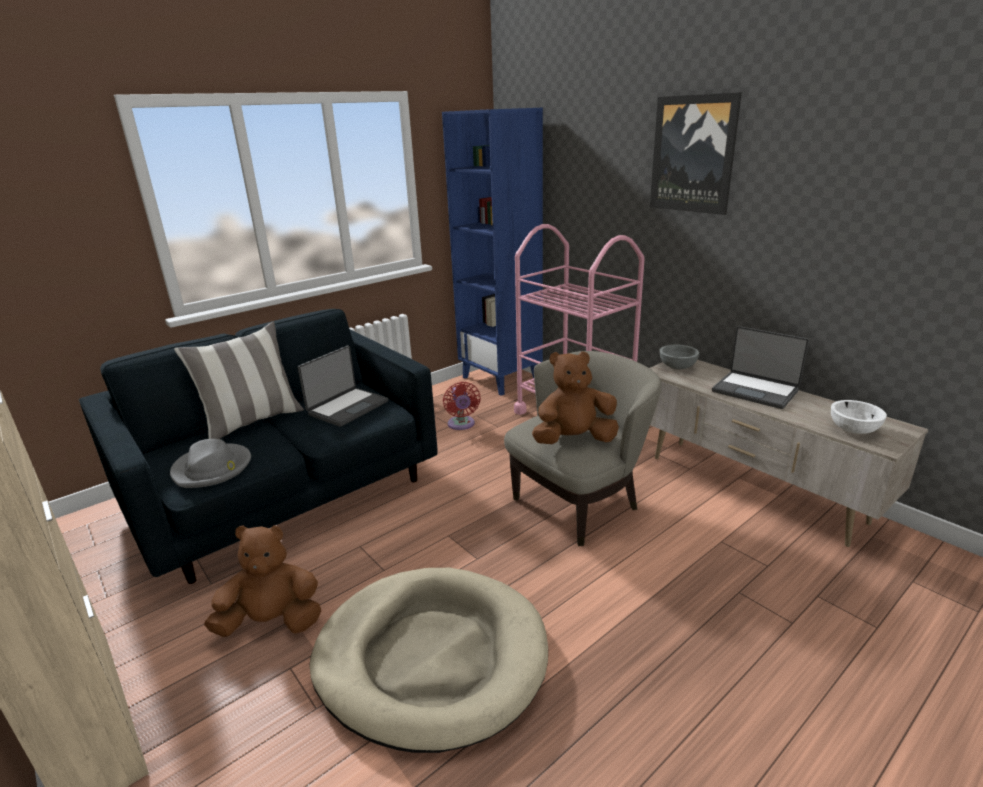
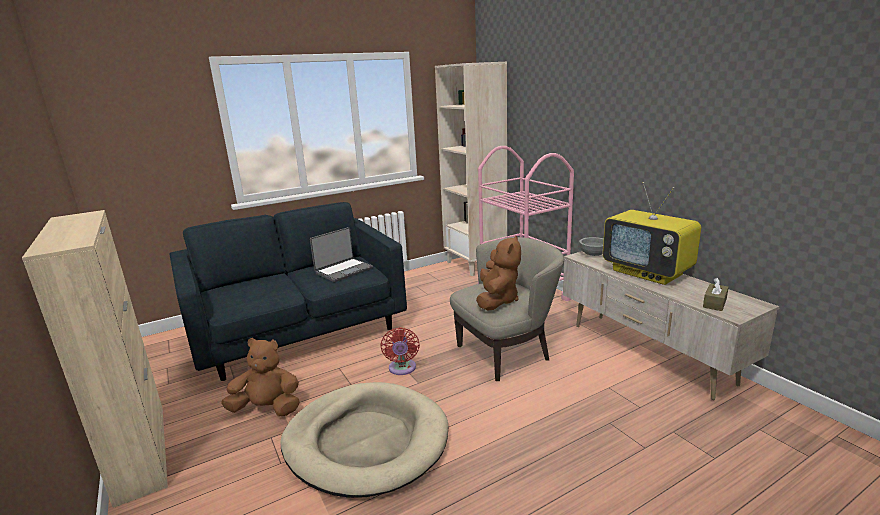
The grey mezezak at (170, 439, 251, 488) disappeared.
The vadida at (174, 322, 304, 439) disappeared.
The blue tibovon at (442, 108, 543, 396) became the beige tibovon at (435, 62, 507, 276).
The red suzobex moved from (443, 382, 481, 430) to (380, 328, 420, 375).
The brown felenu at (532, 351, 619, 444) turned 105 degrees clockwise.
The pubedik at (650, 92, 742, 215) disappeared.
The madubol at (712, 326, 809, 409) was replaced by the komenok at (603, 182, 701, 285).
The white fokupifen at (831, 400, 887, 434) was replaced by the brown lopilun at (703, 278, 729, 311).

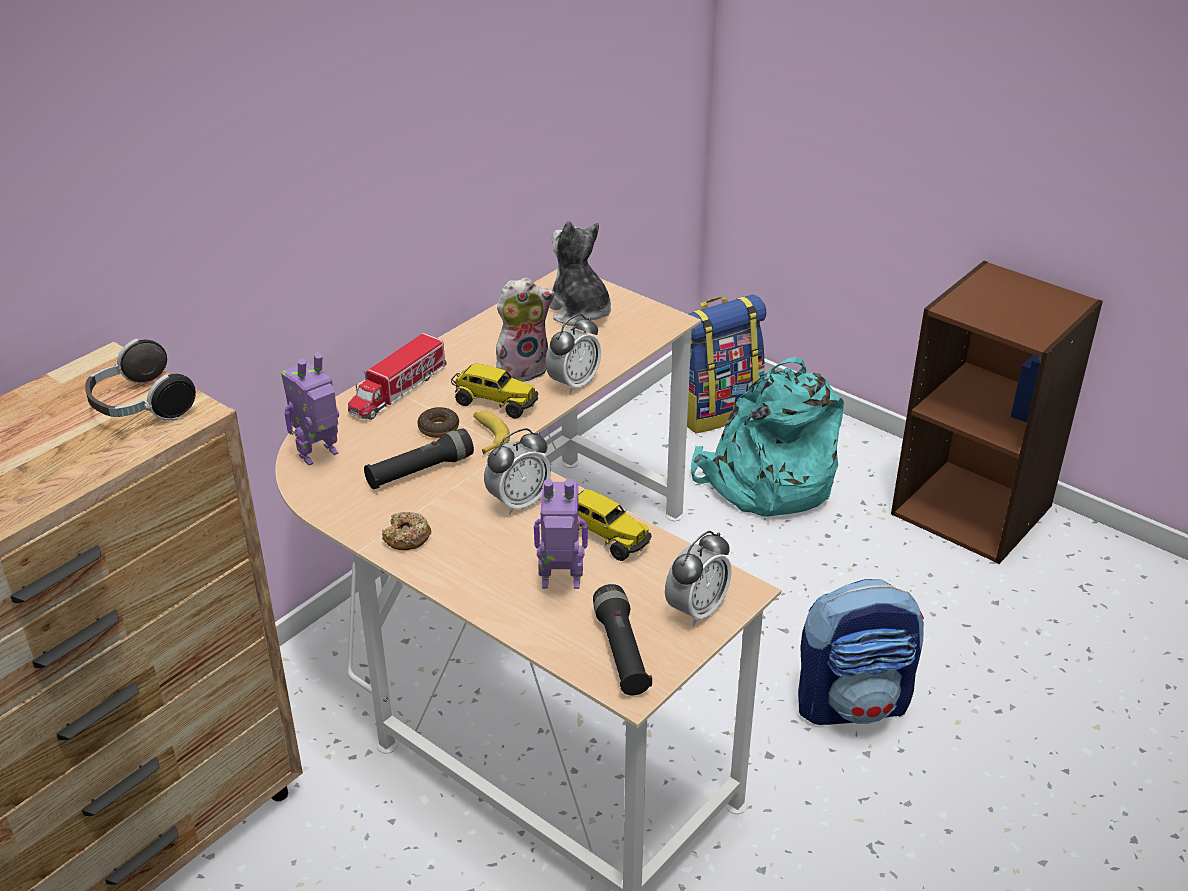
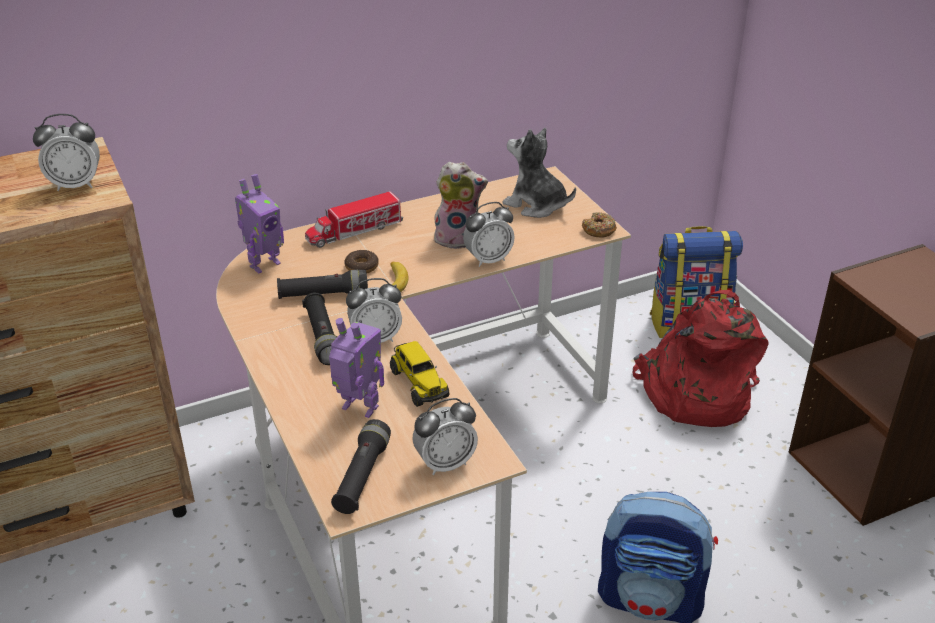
The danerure at (85, 339, 196, 421) was replaced by the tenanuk at (33, 114, 100, 191).
The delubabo at (281, 353, 339, 465) turned 150 degrees clockwise.
The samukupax moved from (382, 512, 431, 550) to (582, 212, 617, 238).
The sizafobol at (451, 364, 538, 419) disappeared.
The felenu at (549, 221, 611, 326) turned 45 degrees counterclockwise.
The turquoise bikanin at (691, 357, 844, 517) became the red bikanin at (633, 290, 768, 427).
The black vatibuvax at (302, 292, 337, 365) appeared.

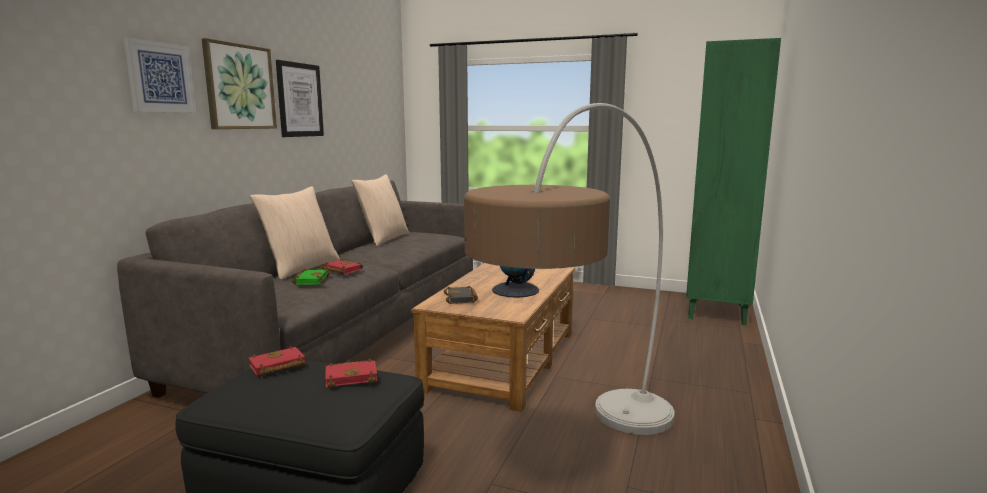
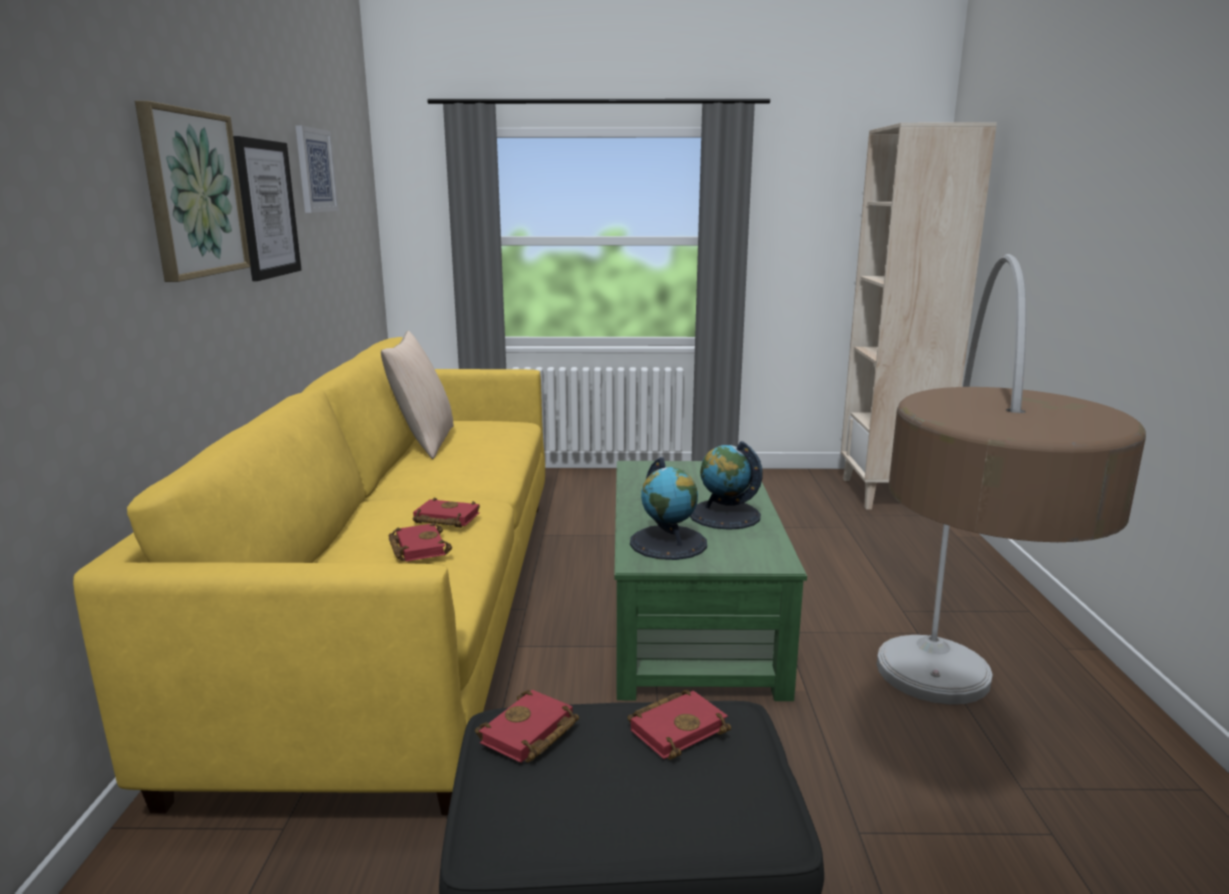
The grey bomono at (117, 180, 473, 398) became the yellow bomono at (73, 337, 545, 815).
The pubedik moved from (124, 38, 196, 113) to (295, 125, 339, 213).
The beige vadida at (250, 186, 340, 280) disappeared.
The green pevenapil at (292, 269, 331, 285) became the red pevenapil at (389, 523, 452, 561).
The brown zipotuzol at (411, 263, 575, 412) became the green zipotuzol at (614, 461, 807, 701).
The black pevenapil at (444, 286, 478, 304) was replaced by the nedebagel at (630, 457, 707, 560).
The green tibovon at (686, 38, 781, 325) became the beige tibovon at (841, 123, 997, 509).

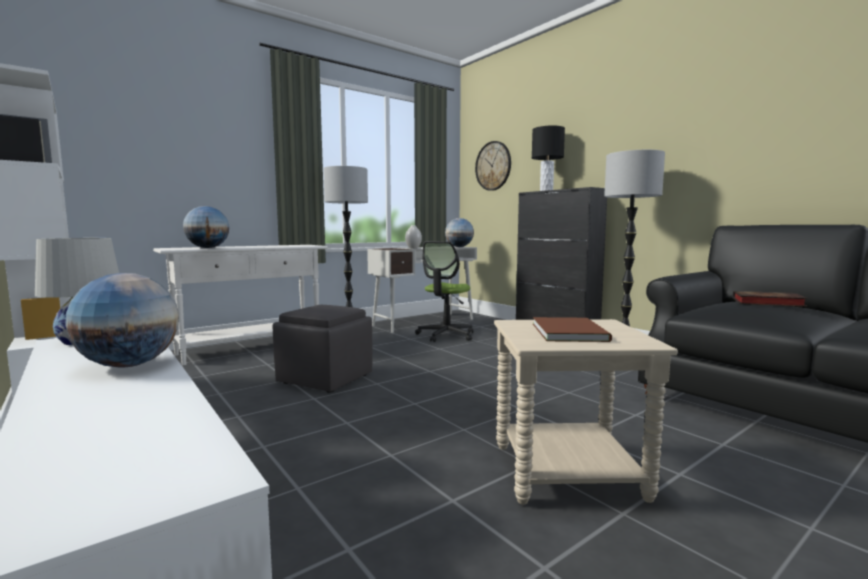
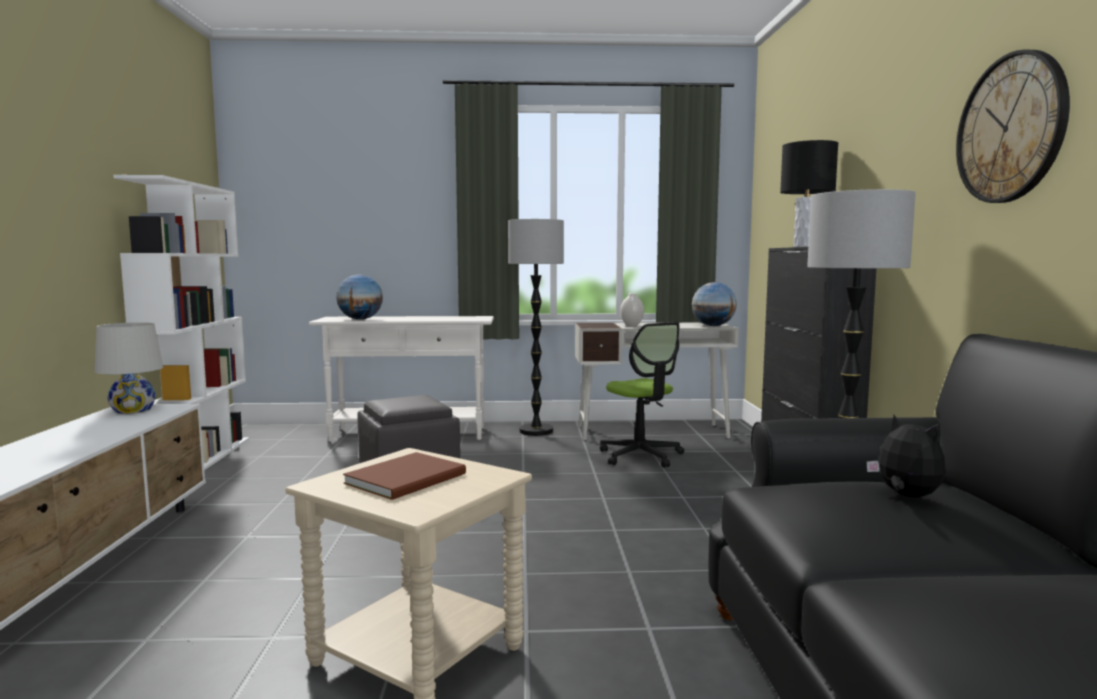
The nedebagel at (65, 273, 179, 368) disappeared.
The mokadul at (415, 241, 473, 342) turned 90 degrees counterclockwise.
The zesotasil moved from (475, 141, 511, 191) to (956, 50, 1070, 203).
The pevenapil at (733, 291, 808, 307) was replaced by the felenu at (866, 415, 946, 498).

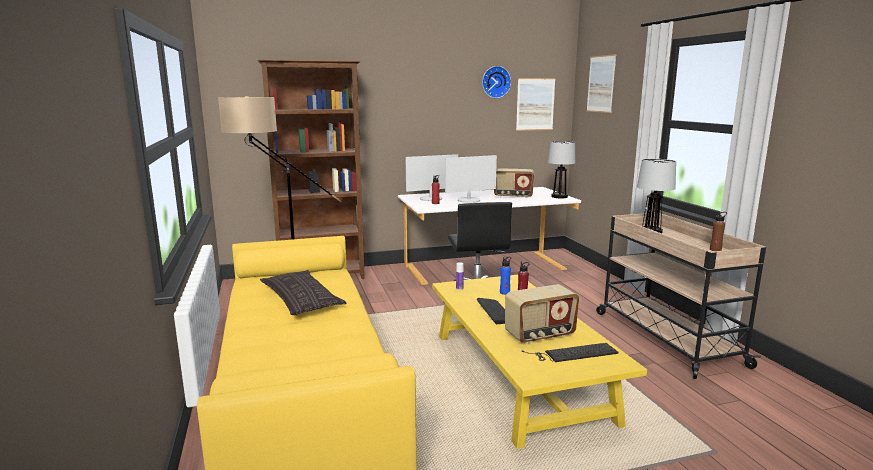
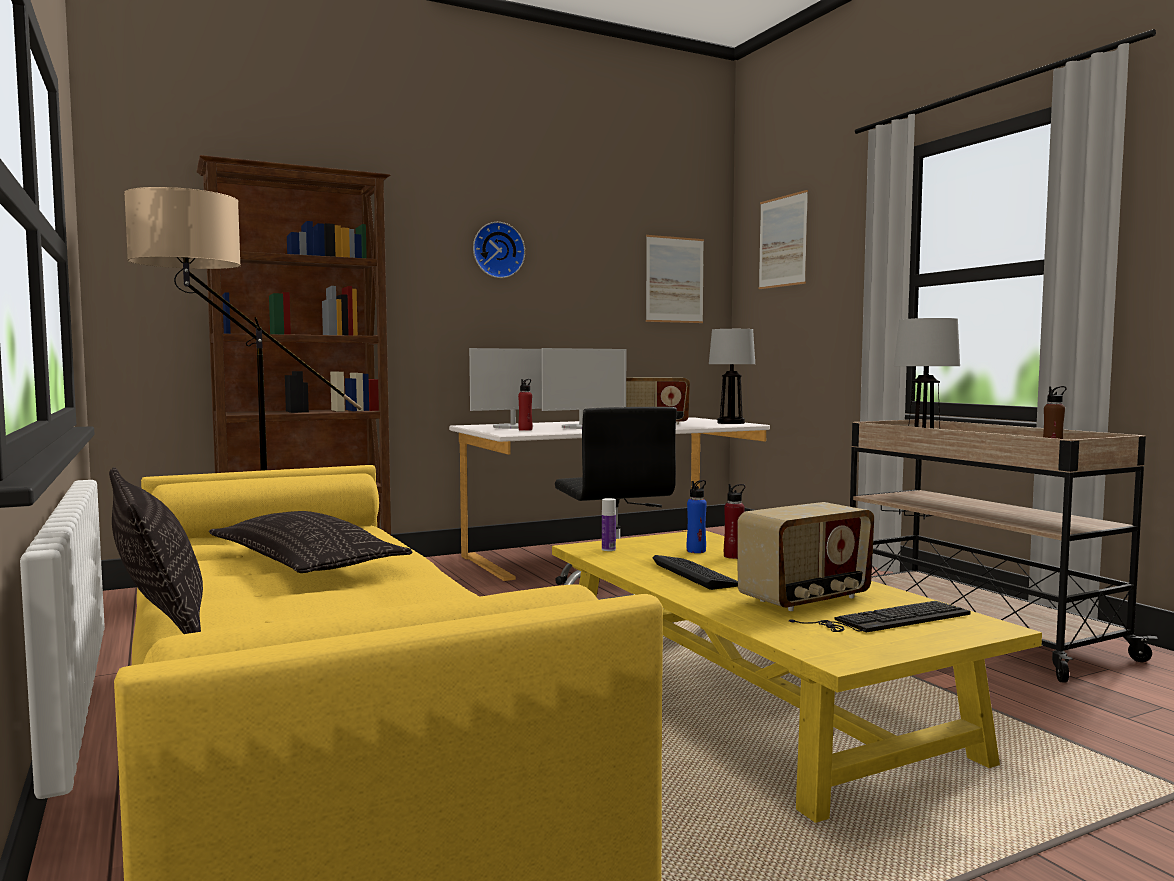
The zesotasil moved from (482, 66, 511, 98) to (473, 222, 525, 278).
The vadida at (109, 467, 203, 634) appeared.

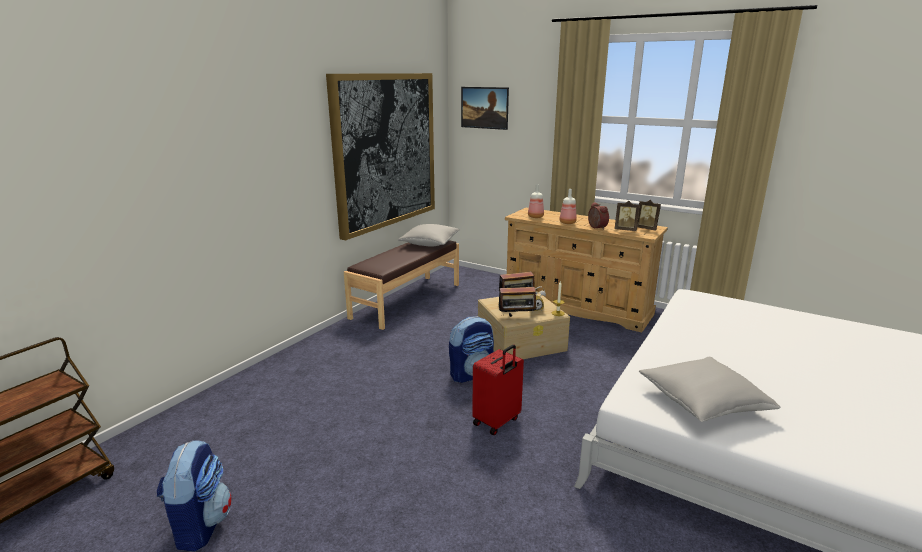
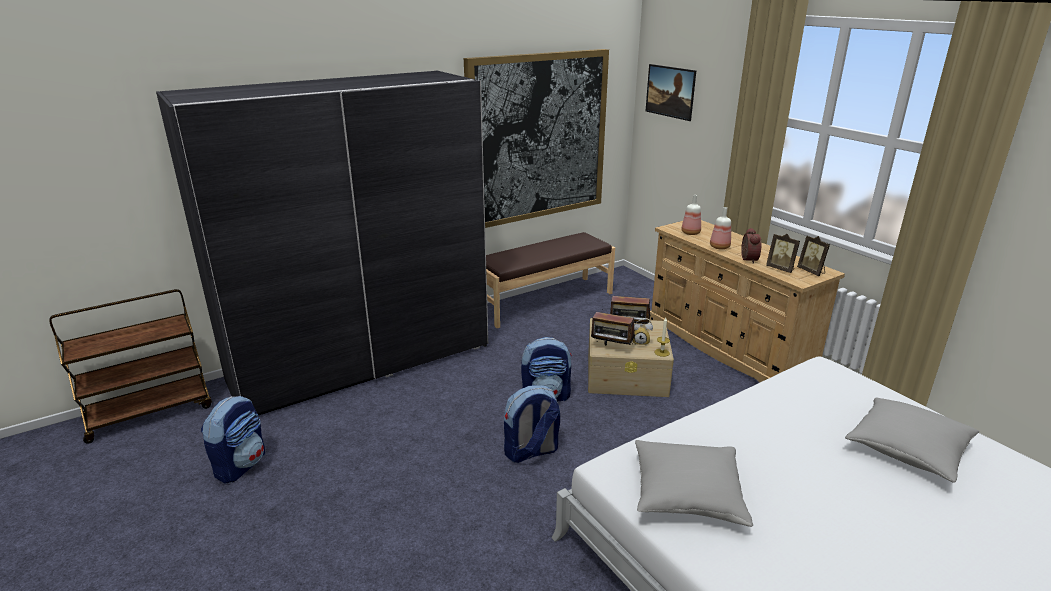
The grey vadida moved from (398, 224, 460, 247) to (845, 397, 980, 483).
The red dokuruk at (472, 345, 524, 435) was replaced by the bikanin at (504, 385, 560, 463).
The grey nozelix at (156, 71, 488, 415) appeared.

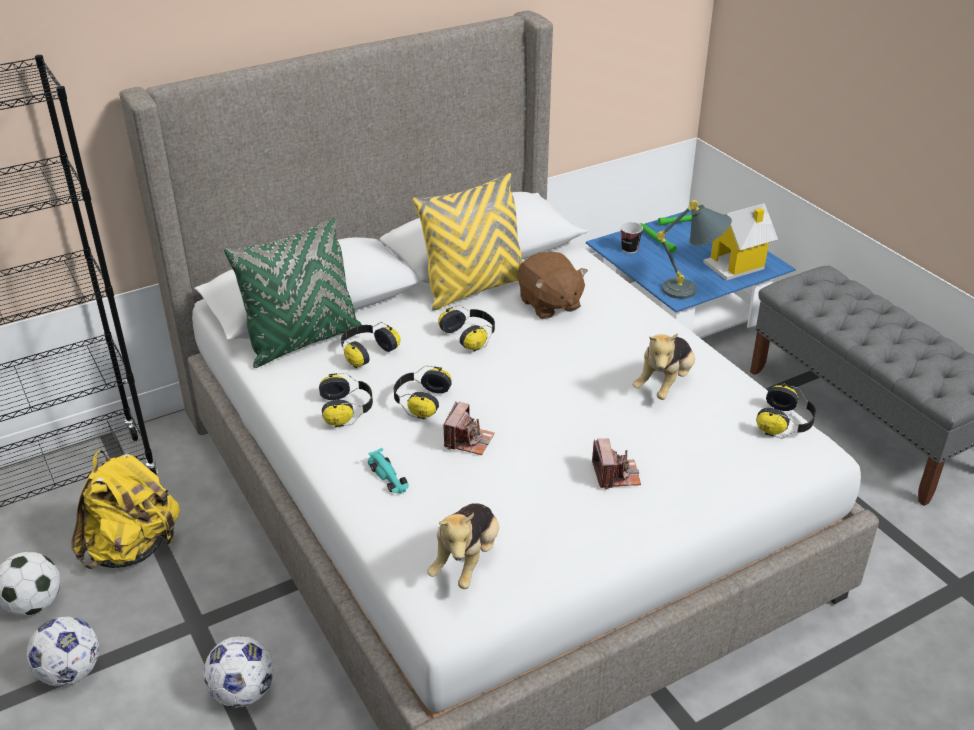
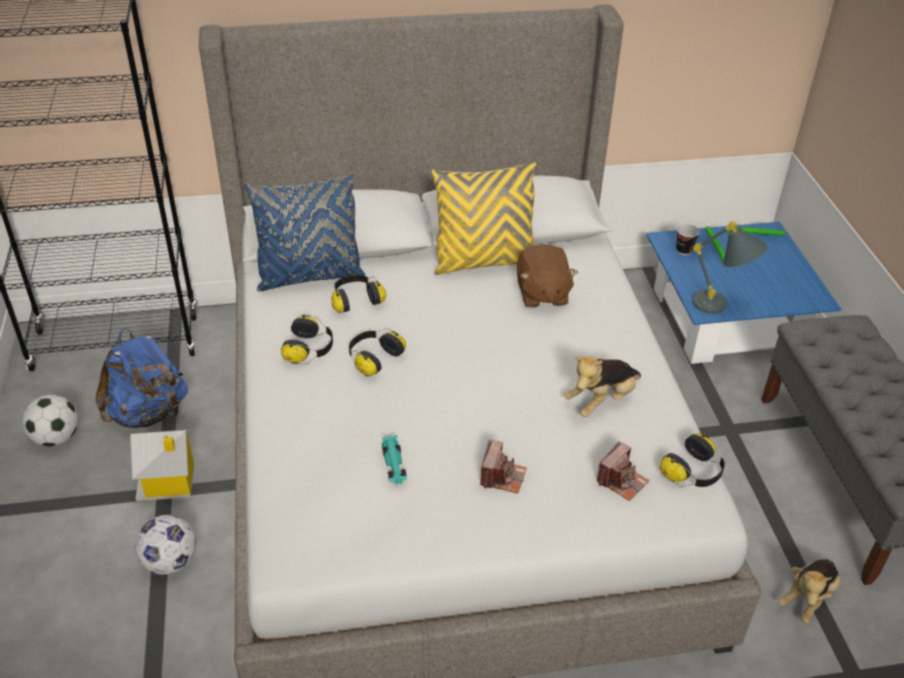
The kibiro at (27, 617, 99, 686) disappeared.
The yellow bikanin at (71, 450, 180, 569) became the blue bikanin at (95, 328, 188, 428).
The green vadida at (224, 217, 362, 368) became the blue vadida at (245, 174, 365, 291).
The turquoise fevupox moved from (368, 448, 409, 494) to (382, 435, 407, 485).
The felenu moved from (427, 503, 499, 589) to (779, 559, 840, 623).
The danerure at (438, 305, 495, 352) disappeared.
The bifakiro moved from (444, 402, 494, 455) to (597, 441, 649, 501).
The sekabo moved from (703, 203, 778, 280) to (130, 429, 194, 501).

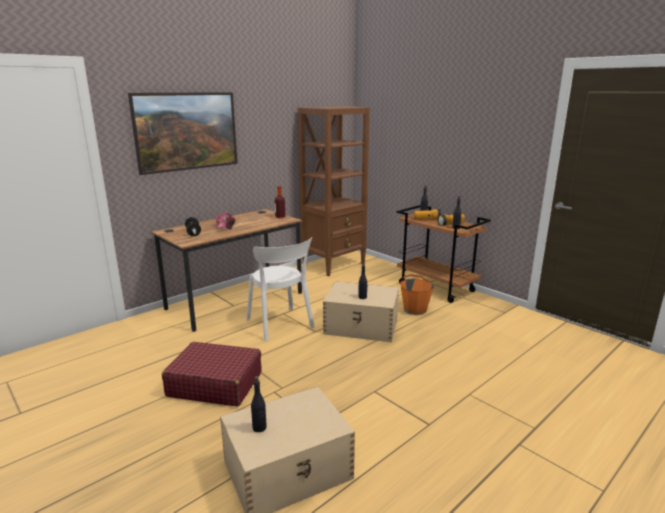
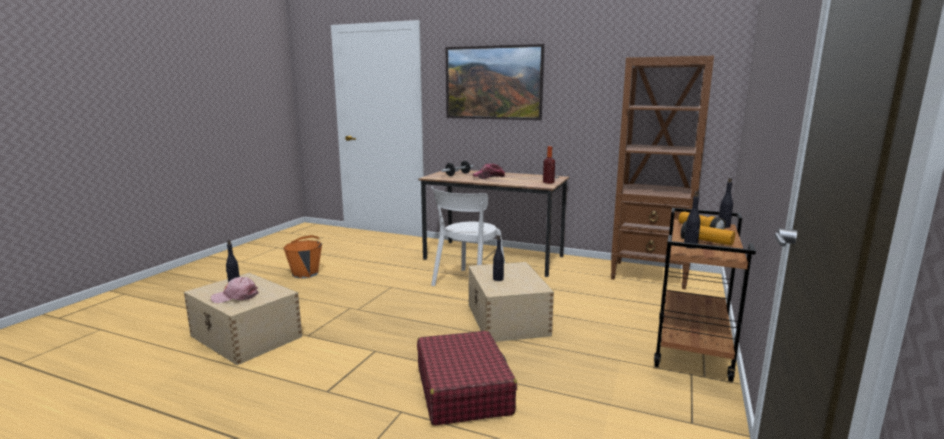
The red dokuruk moved from (162, 342, 261, 406) to (417, 330, 517, 426).
The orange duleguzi moved from (400, 274, 434, 315) to (283, 235, 322, 279).
The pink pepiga at (211, 277, 258, 303) appeared.

